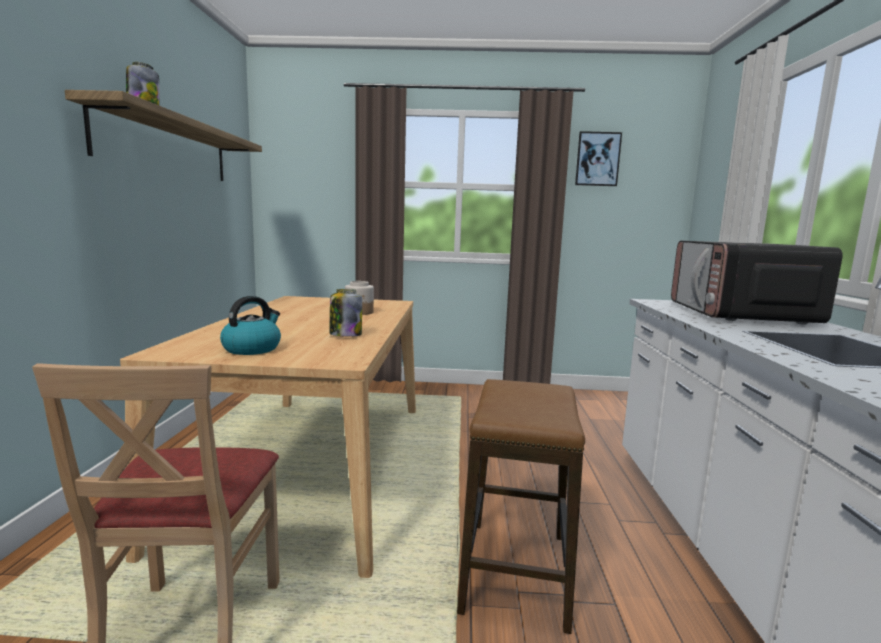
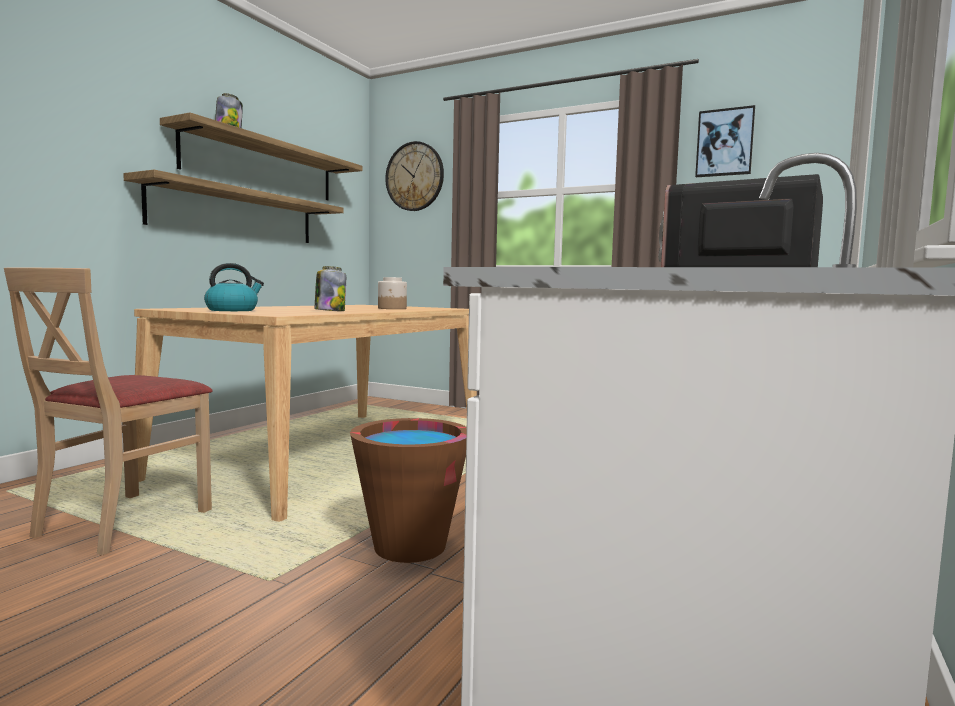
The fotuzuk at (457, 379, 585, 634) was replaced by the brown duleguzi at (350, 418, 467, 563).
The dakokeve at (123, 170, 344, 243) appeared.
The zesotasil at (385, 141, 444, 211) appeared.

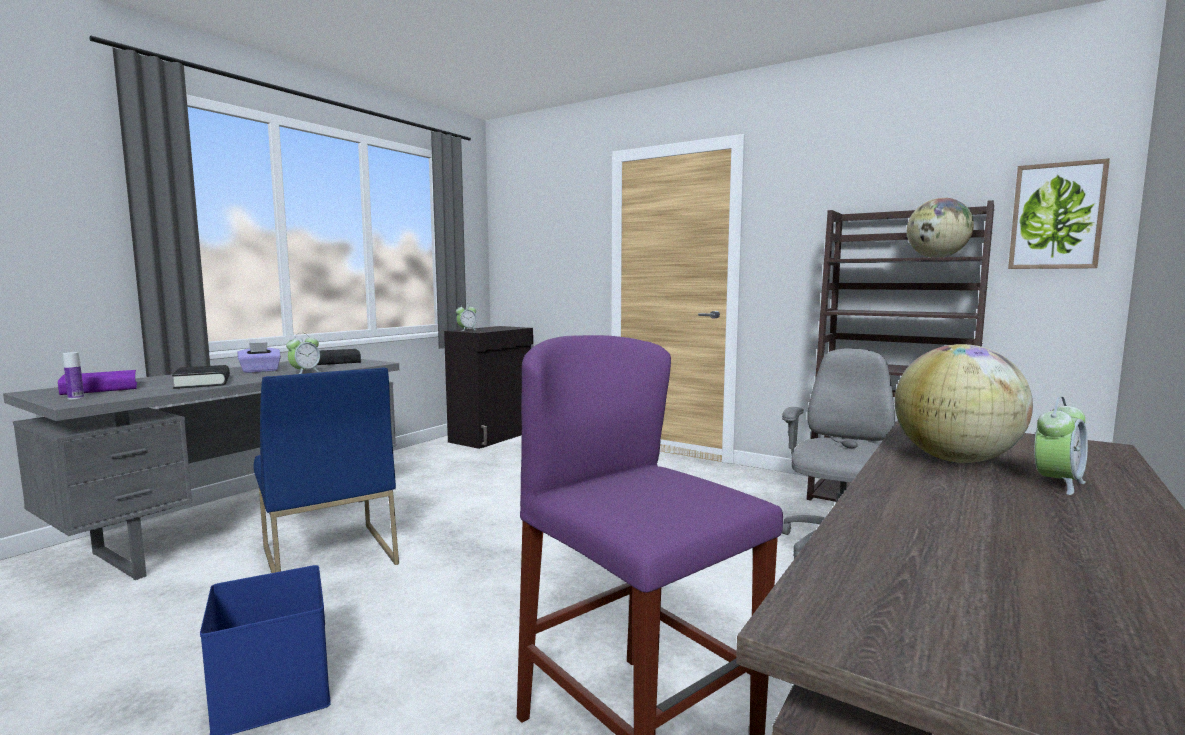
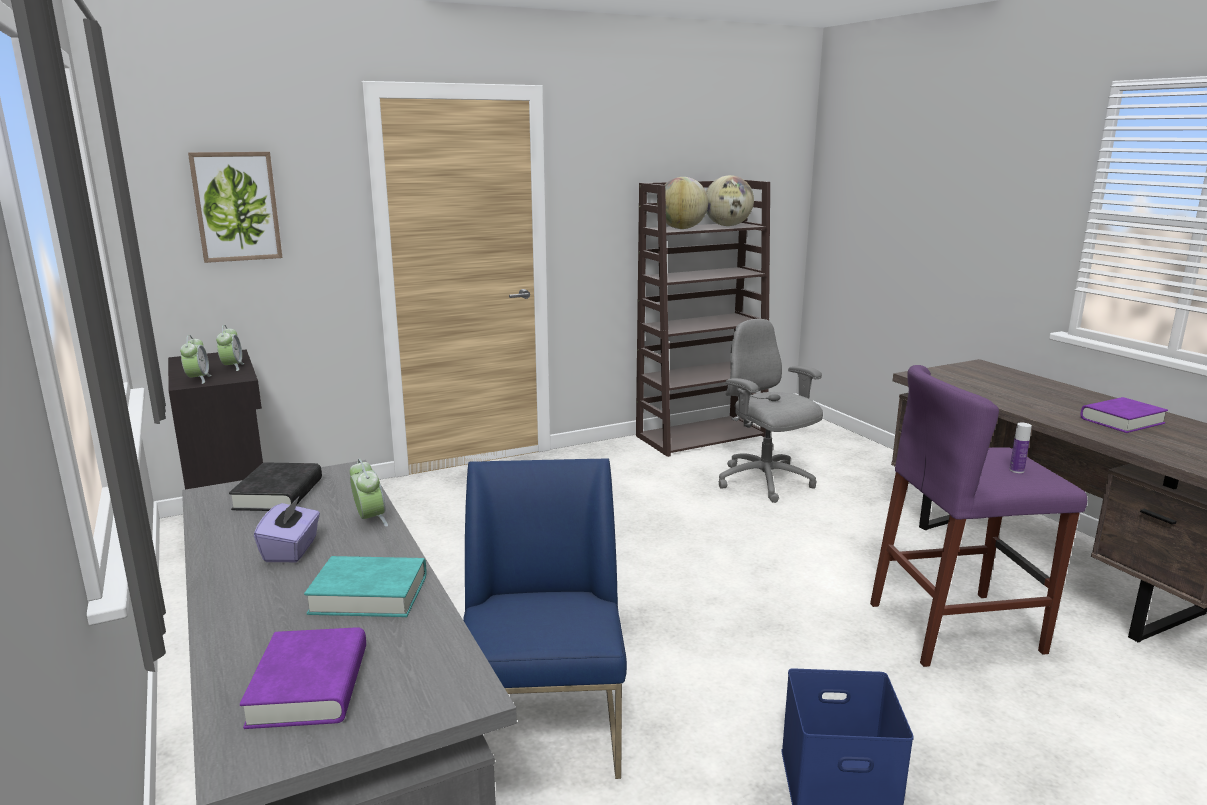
The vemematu moved from (63, 352, 84, 399) to (1009, 423, 1032, 473).
The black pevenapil at (172, 365, 230, 389) became the turquoise pevenapil at (304, 556, 426, 617).
The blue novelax at (254, 368, 399, 573) turned 90 degrees counterclockwise.
The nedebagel moved from (895, 344, 1033, 463) to (657, 177, 708, 229).
The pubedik moved from (1008, 158, 1110, 269) to (188, 152, 282, 263).
The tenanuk moved from (1034, 397, 1088, 495) to (216, 325, 244, 371).
The purple pevenapil at (1080, 397, 1168, 433) appeared.

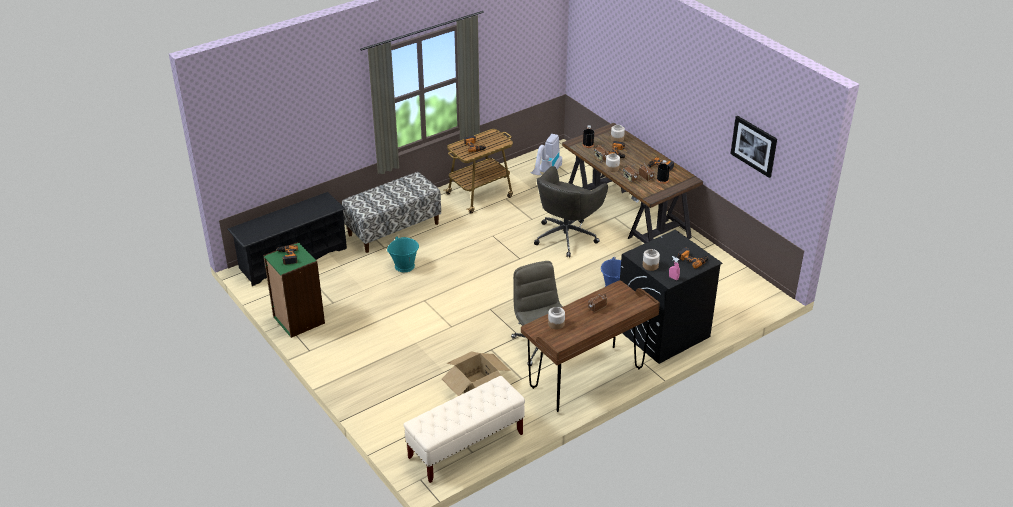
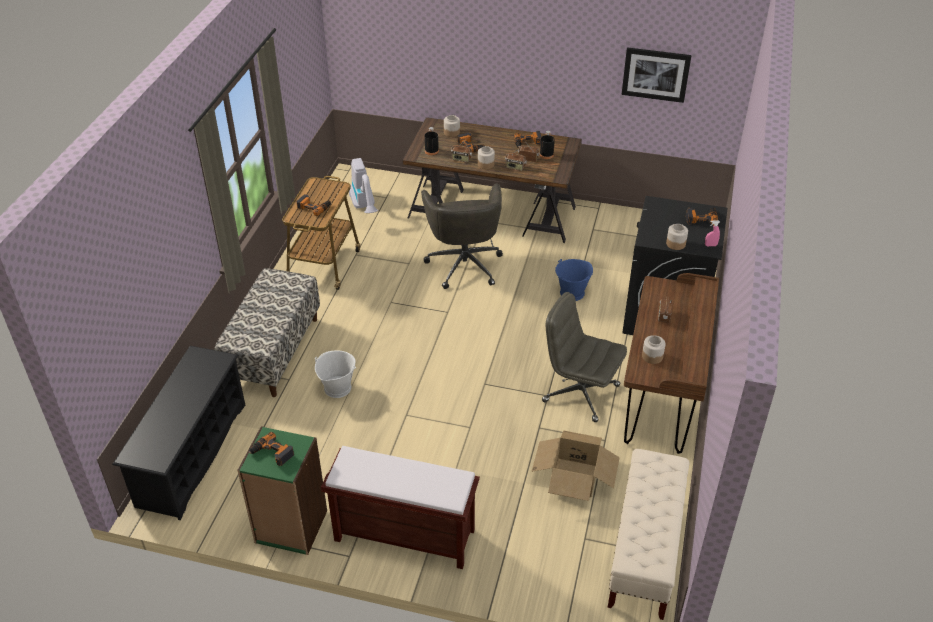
The turquoise duleguzi at (387, 237, 419, 272) became the white duleguzi at (315, 350, 356, 398).
The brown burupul at (321, 446, 480, 569) appeared.

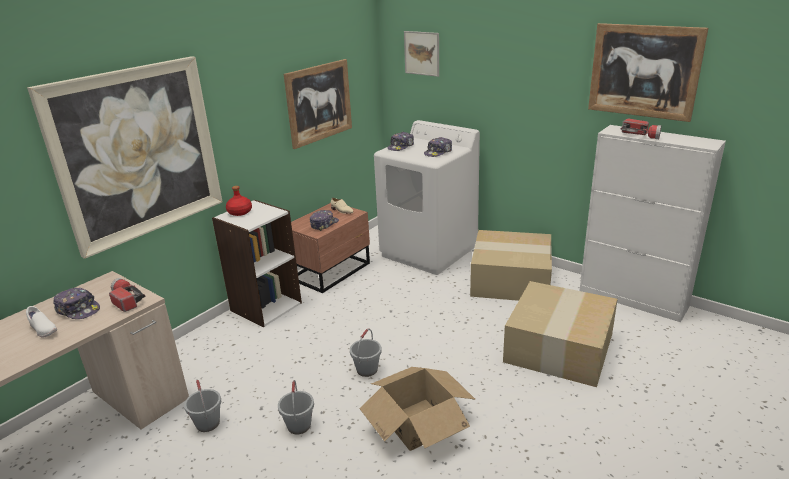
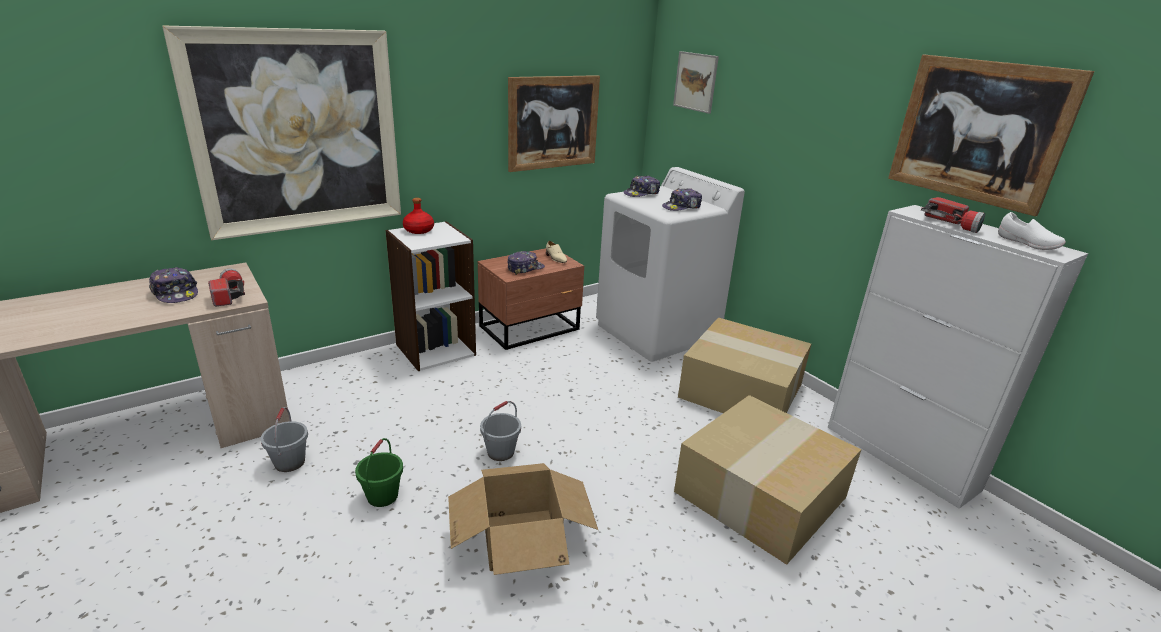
The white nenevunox moved from (26, 306, 57, 338) to (998, 212, 1066, 250).
The grey duleguzi at (278, 380, 314, 434) became the green duleguzi at (355, 438, 403, 507).

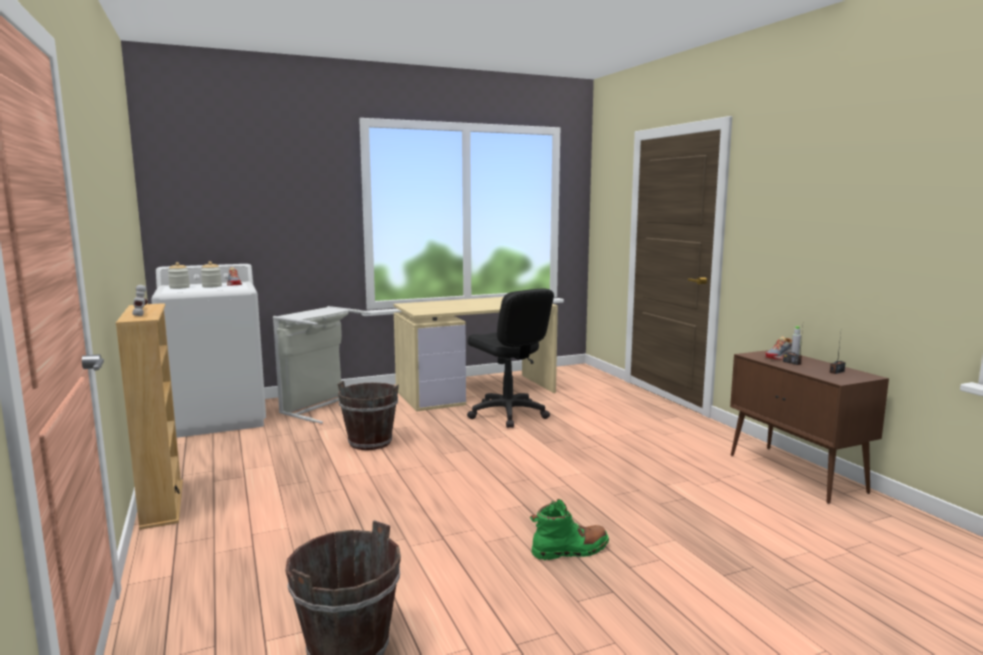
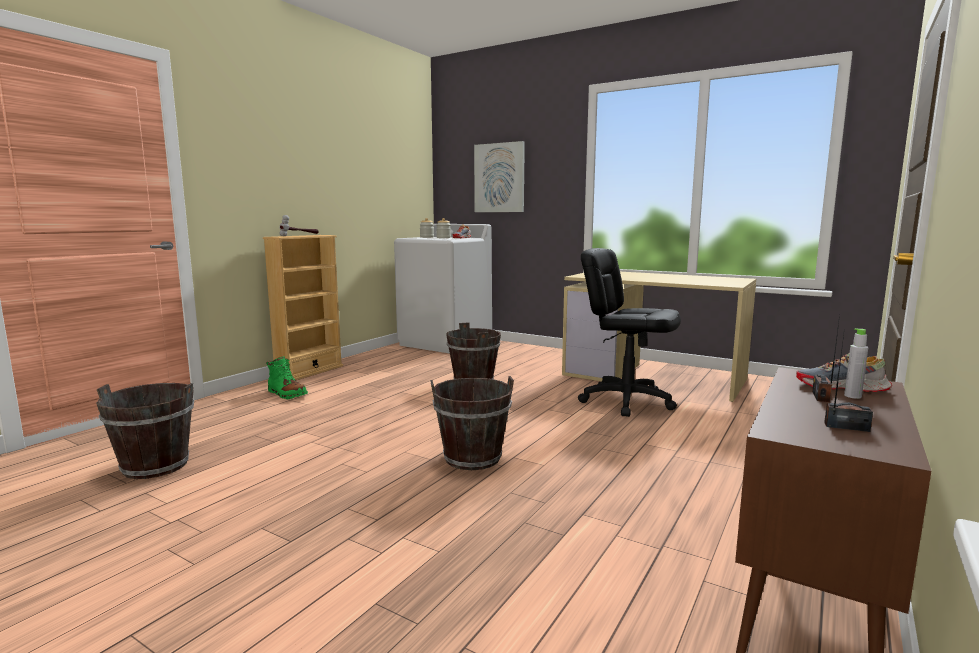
The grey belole at (273, 306, 371, 424) disappeared.
The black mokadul at (467, 289, 554, 428) turned 105 degrees clockwise.
The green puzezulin moved from (530, 499, 609, 561) to (266, 357, 308, 399).
The brown duleguzi at (430, 376, 514, 470) appeared.
The pubedik at (474, 141, 525, 212) appeared.

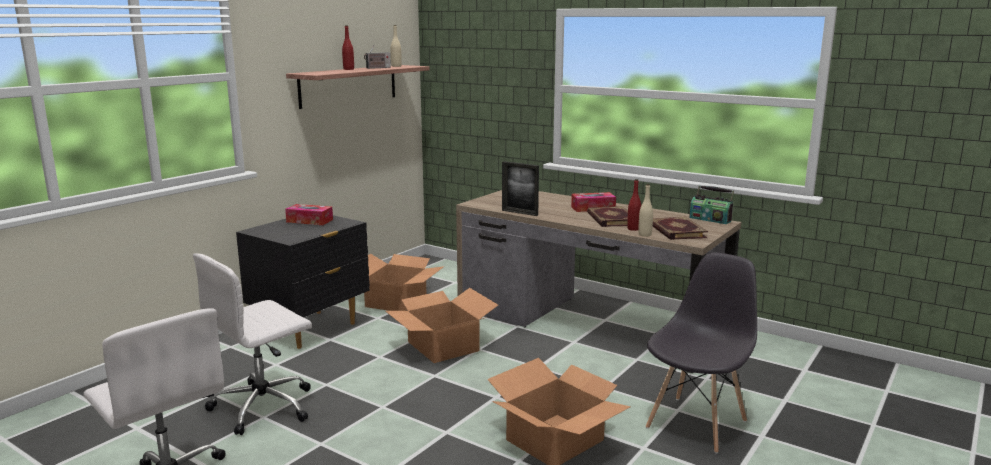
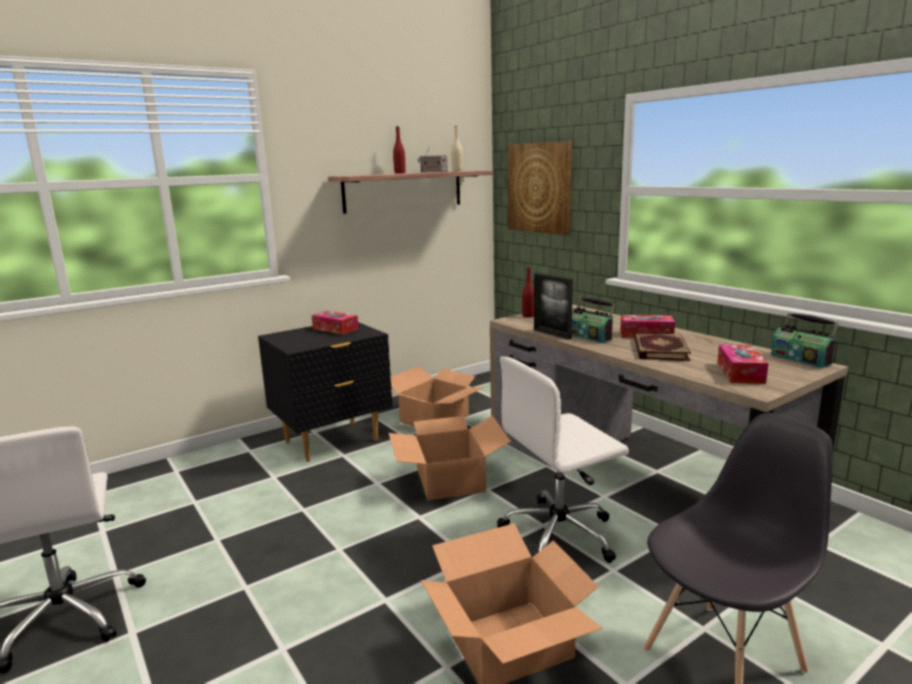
The white mokadul moved from (193, 253, 312, 435) to (497, 356, 629, 563).
The red vemematu moved from (627, 179, 642, 231) to (522, 267, 534, 318).
The beige vemematu at (638, 184, 653, 237) disappeared.
The pevenapil at (653, 217, 708, 240) was replaced by the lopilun at (717, 344, 768, 384).
The pubedik at (508, 141, 572, 236) appeared.
The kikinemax at (572, 297, 615, 343) appeared.

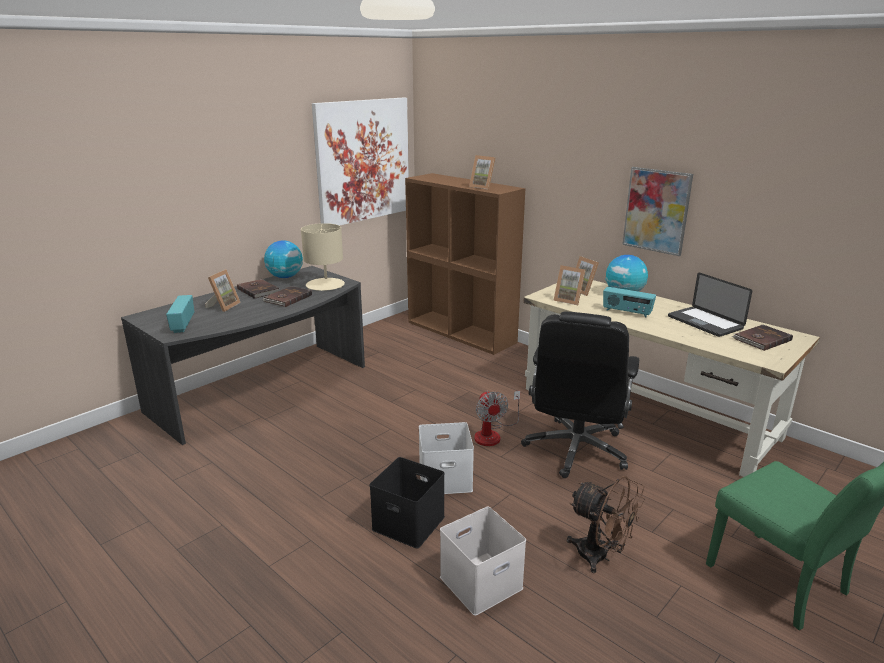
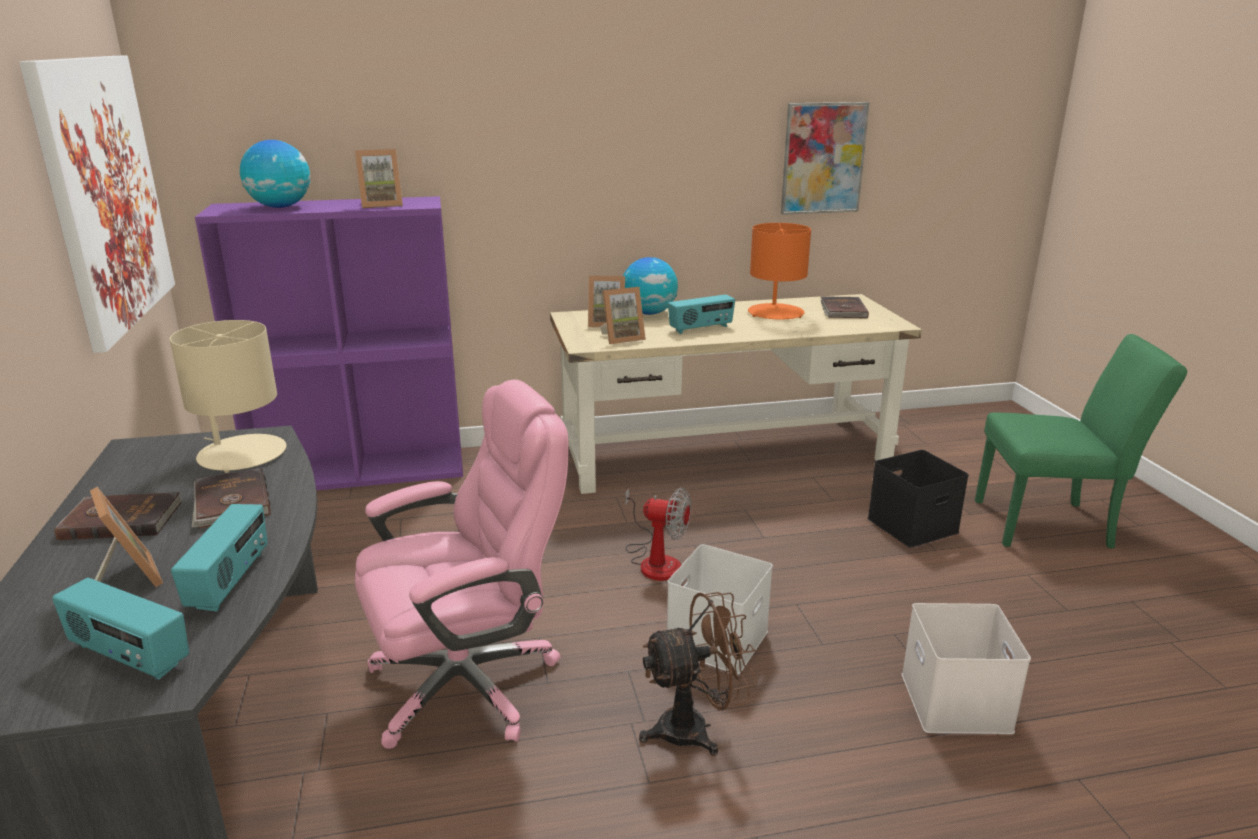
The nedebagel moved from (264, 240, 303, 278) to (240, 140, 311, 208).
The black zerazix moved from (370, 457, 445, 549) to (867, 450, 969, 548).
The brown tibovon at (405, 173, 525, 355) became the purple tibovon at (195, 196, 463, 490).
The black mokadul at (521, 312, 639, 478) disappeared.
The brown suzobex moved from (567, 476, 645, 573) to (639, 592, 757, 756).
The pubedik moved from (622, 167, 693, 256) to (781, 102, 869, 215).
The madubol at (668, 273, 752, 337) was replaced by the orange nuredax at (748, 223, 811, 320).
The kikinemax at (171, 504, 268, 612) appeared.
The pink mokadul at (355, 380, 568, 749) appeared.

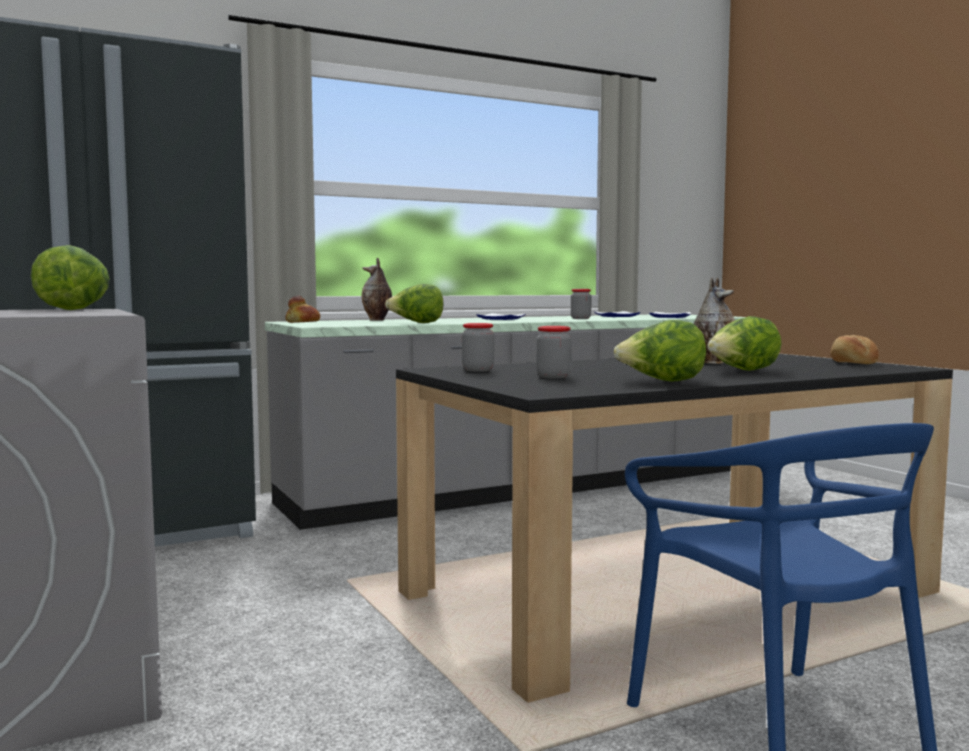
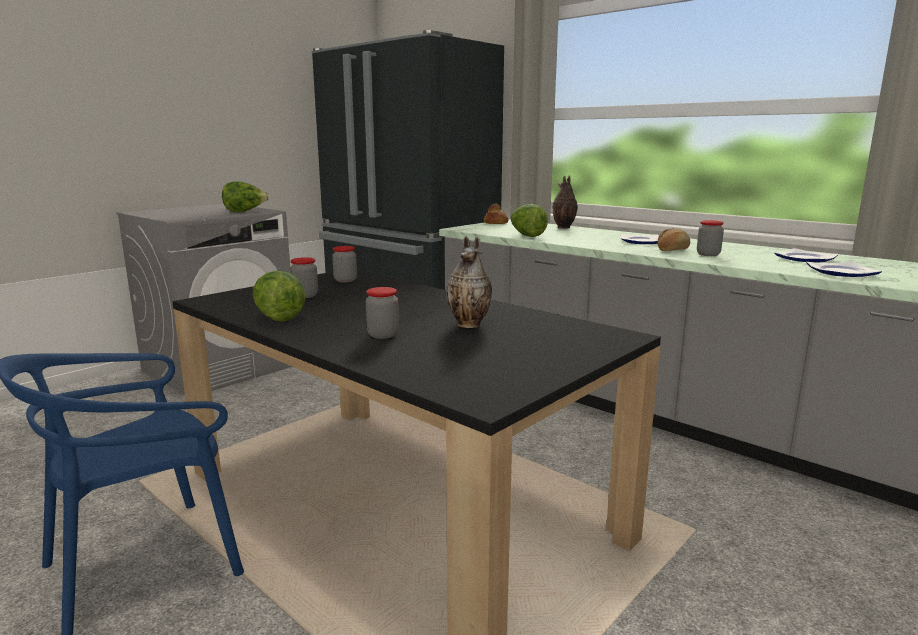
The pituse at (707, 316, 782, 371) was replaced by the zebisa at (366, 287, 399, 339).
The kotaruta moved from (830, 335, 879, 364) to (658, 229, 690, 251).

